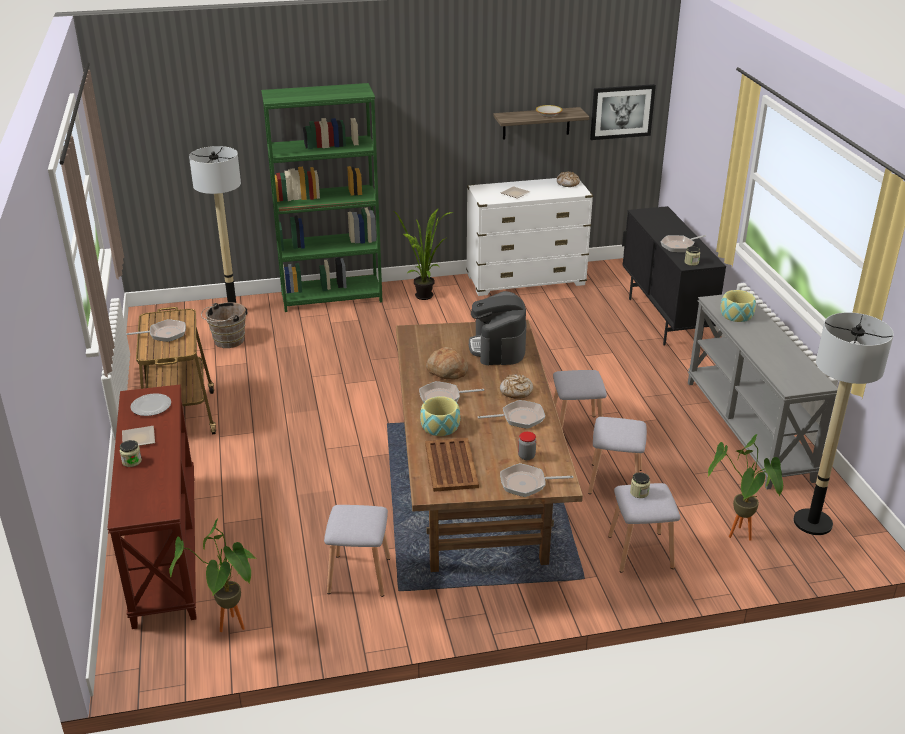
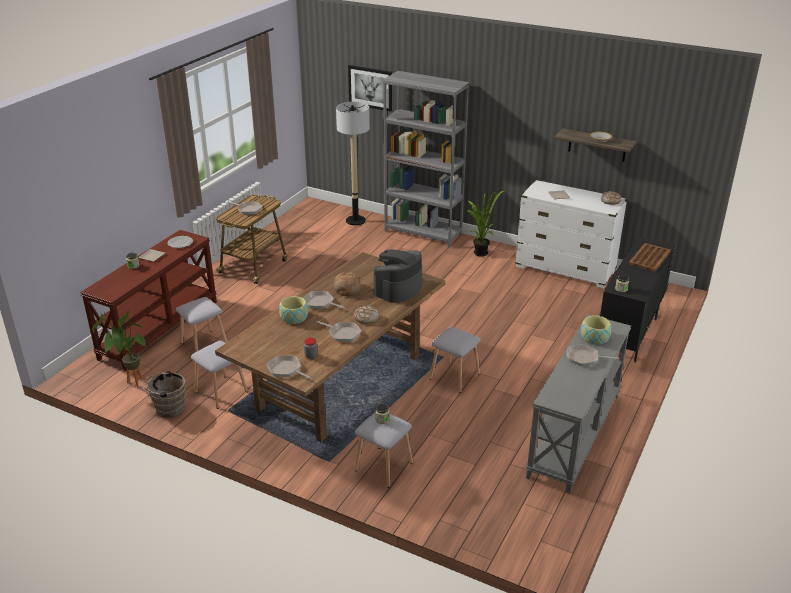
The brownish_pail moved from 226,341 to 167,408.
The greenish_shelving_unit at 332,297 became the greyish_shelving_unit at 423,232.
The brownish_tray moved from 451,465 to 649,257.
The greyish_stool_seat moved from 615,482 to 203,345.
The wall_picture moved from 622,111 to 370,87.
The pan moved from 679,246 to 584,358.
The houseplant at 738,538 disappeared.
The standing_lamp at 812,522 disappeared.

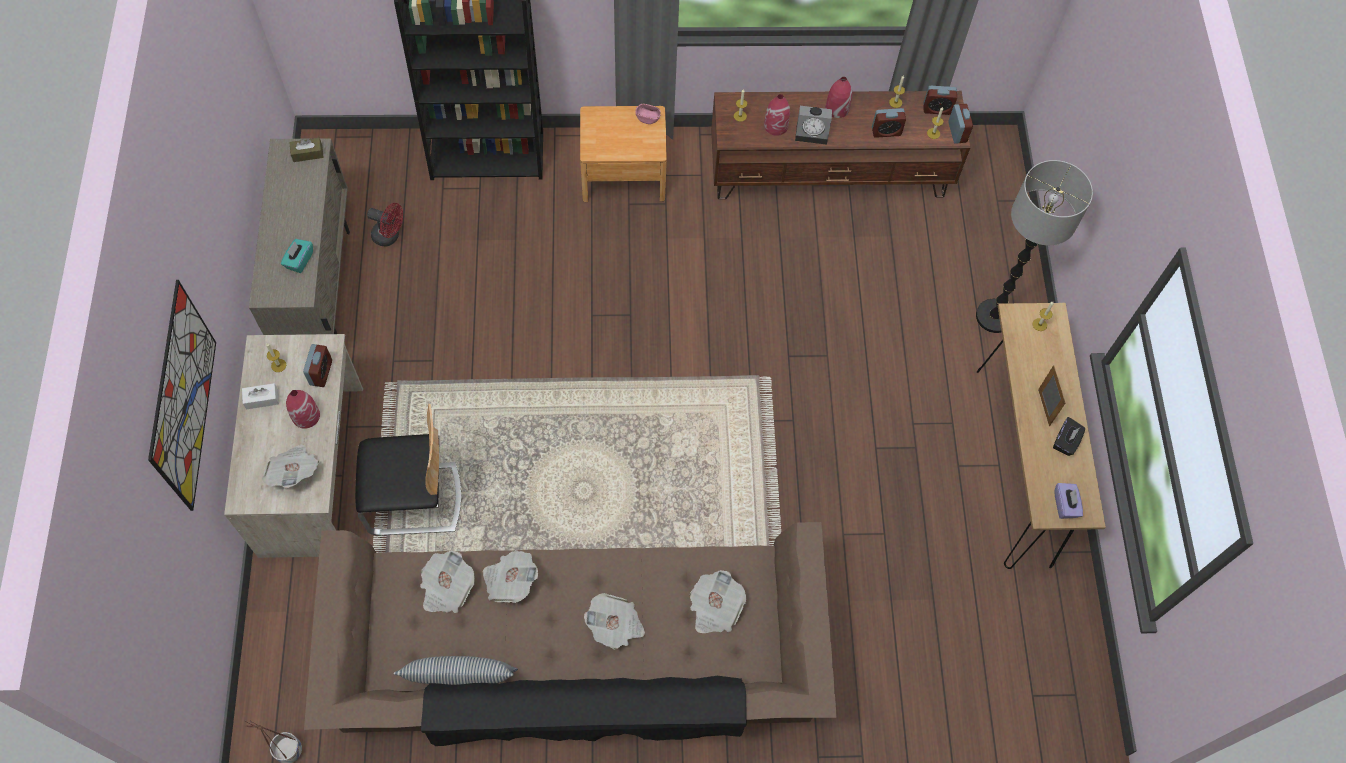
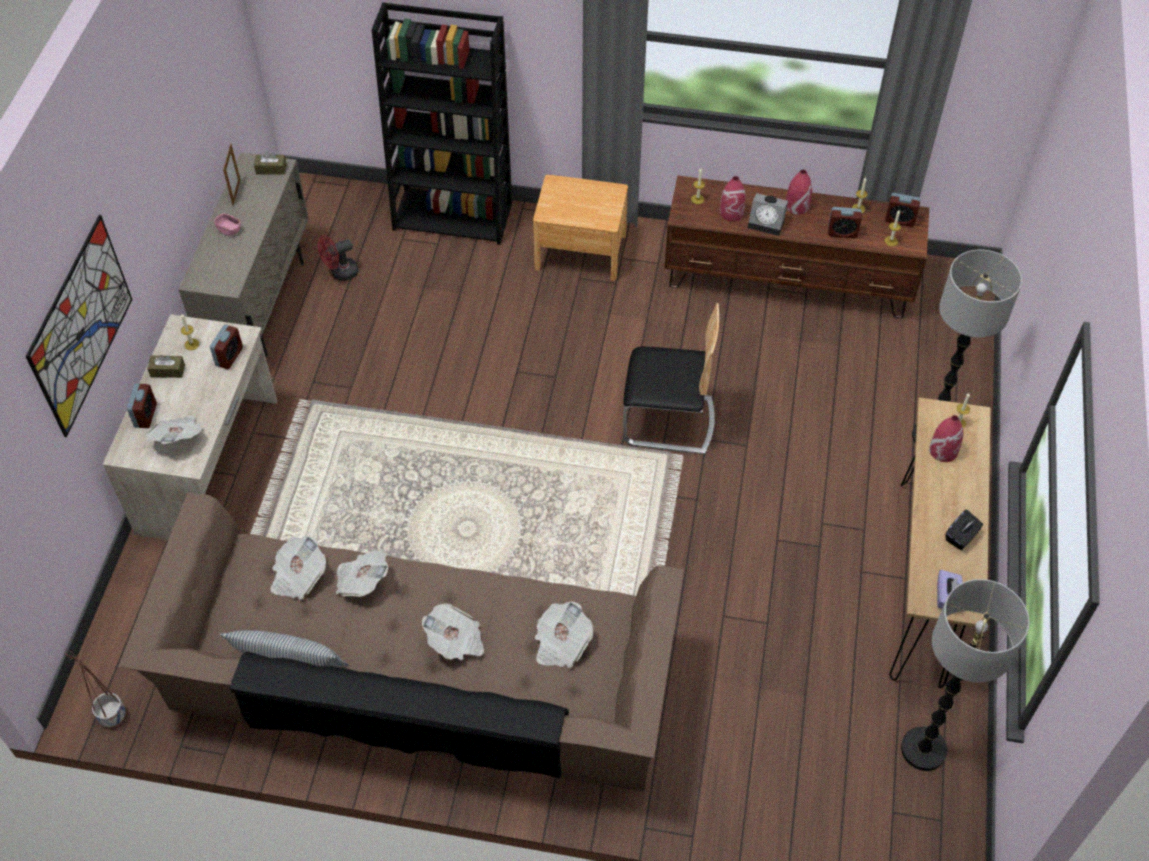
The white_box_of_tissues at 262,399 became the brownish_box_of_tissues at 167,371.
The turquoise_box_of_tissues at 299,261 disappeared.
The red_decorative_vase moved from 306,415 to 943,450.
The chair moved from 414,499 to 668,421.
The red_fan at 390,236 turned 120 degrees clockwise.
The pink-coloured_serving_bowl moved from 648,118 to 229,230.
The bedside_clock moved from 957,132 to 145,415.
The photo_frame moved from 1043,407 to 236,192.
The standing_lamp at 923,749 appeared.

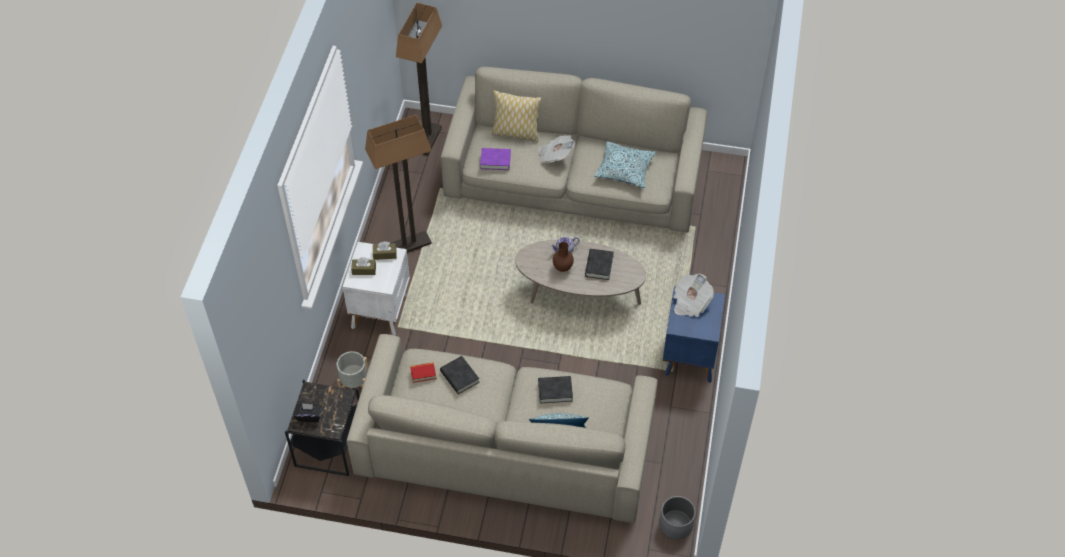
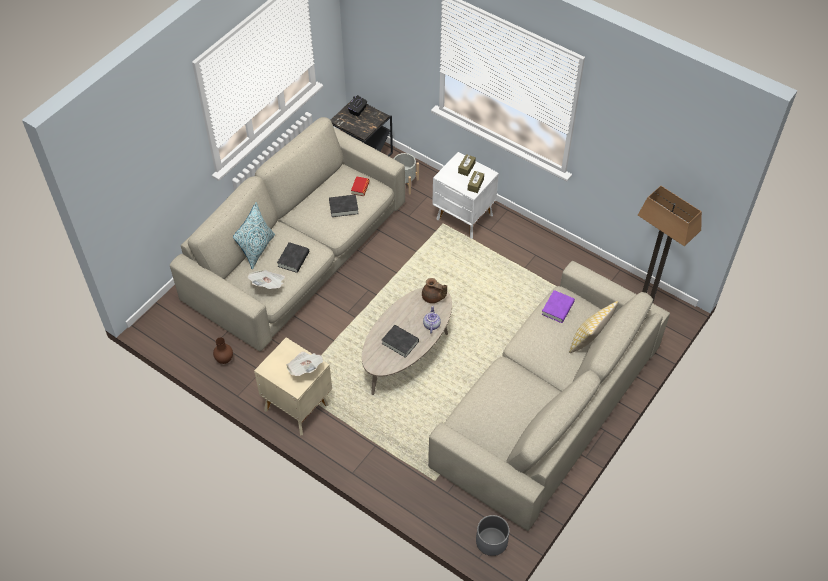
The standing_lamp at 409,245 disappeared.
The daily_paper moved from 555,155 to 268,285.
The brownish_decorative_vase moved from 563,268 to 224,360.
The cushion at 624,169 disappeared.
The greyish_plant_pot moved from 675,524 to 491,541.
The blue-coloured_nightstand at 689,358 became the beige-coloured_nightstand at 296,406.
The brownish_pot_for_tea at 433,297 appeared.

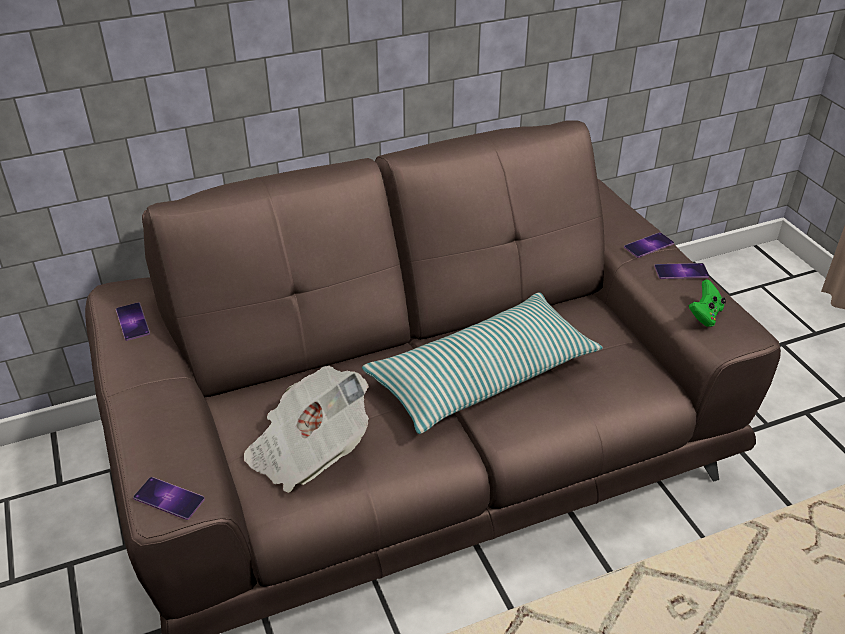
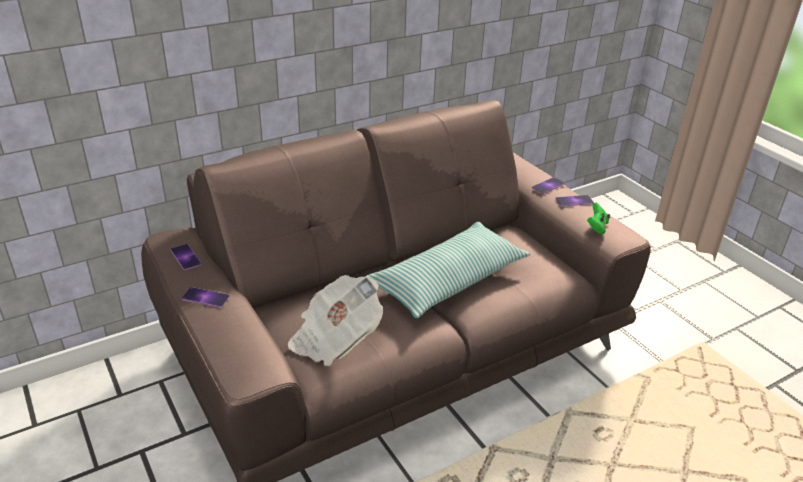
The telephone moved from 169,498 to 205,297.

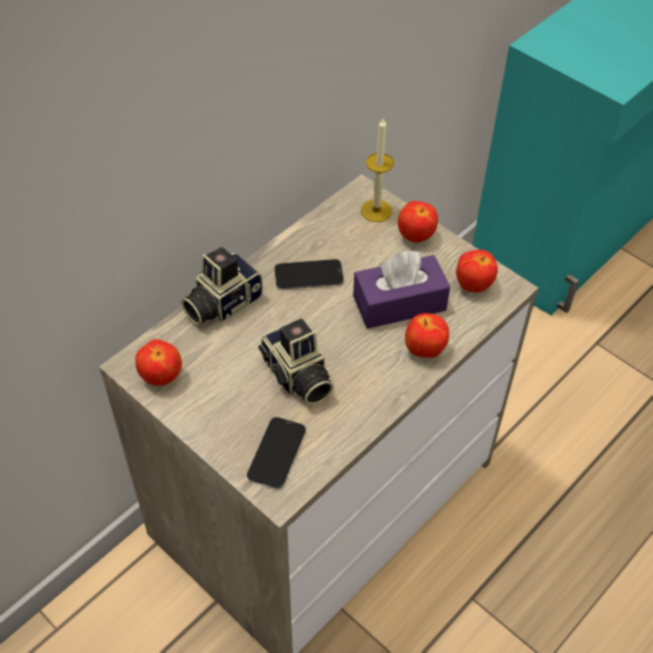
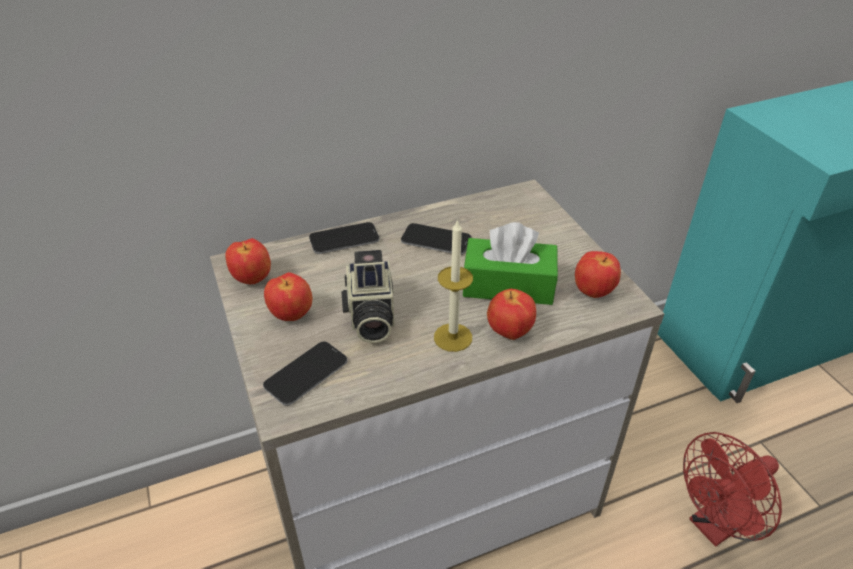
The photo_camera at 221,303 was replaced by the telephone at 344,239.
The purple_box_of_tissues at 399,303 became the greenish_box_of_tissues at 508,285.
The wax_light moved from 376,210 to 453,337.
The whole_apple moved from 416,236 to 292,315.
The red_fan at 715,525 appeared.

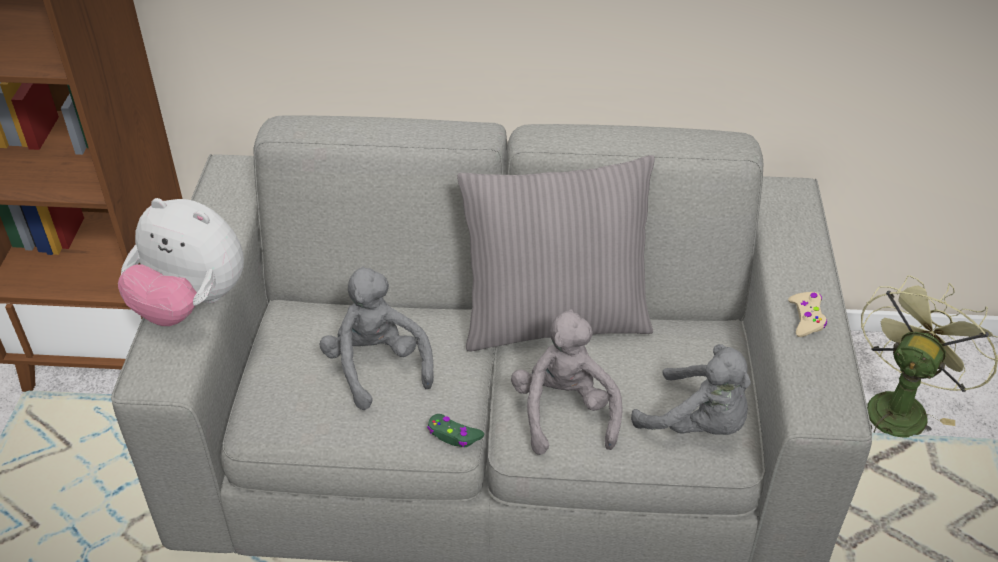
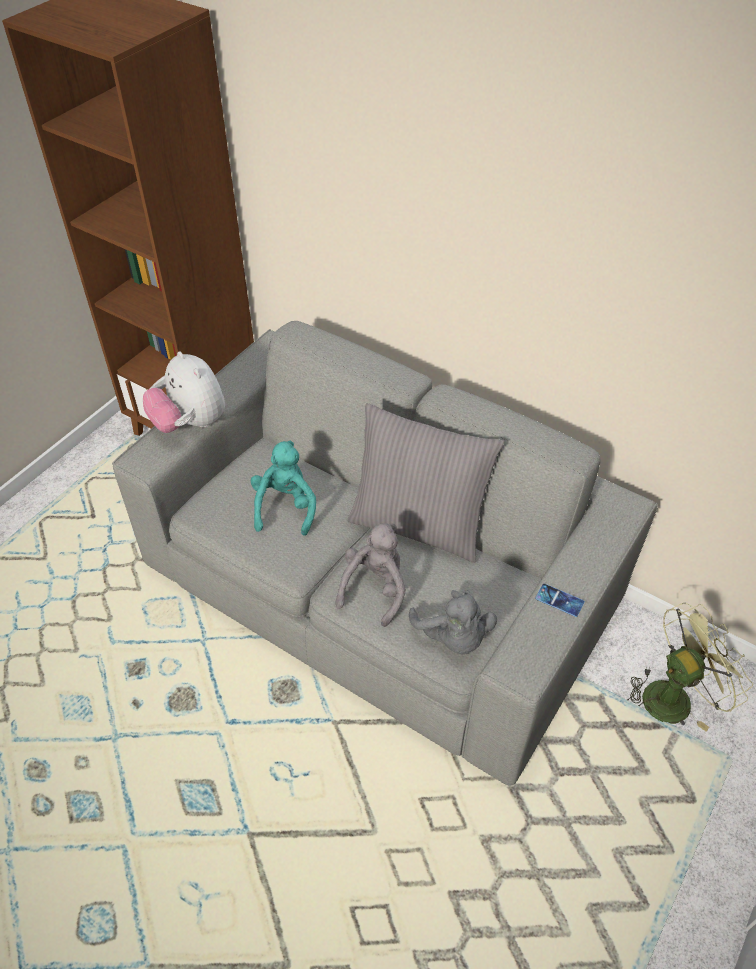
The greyish_cuddly_toy at 377,366 became the turquoise_cuddly_toy at 285,507.
The greenish_game_controller at 454,435 disappeared.
The beige-coloured_game_controller at 806,318 was replaced by the telephone at 559,600.

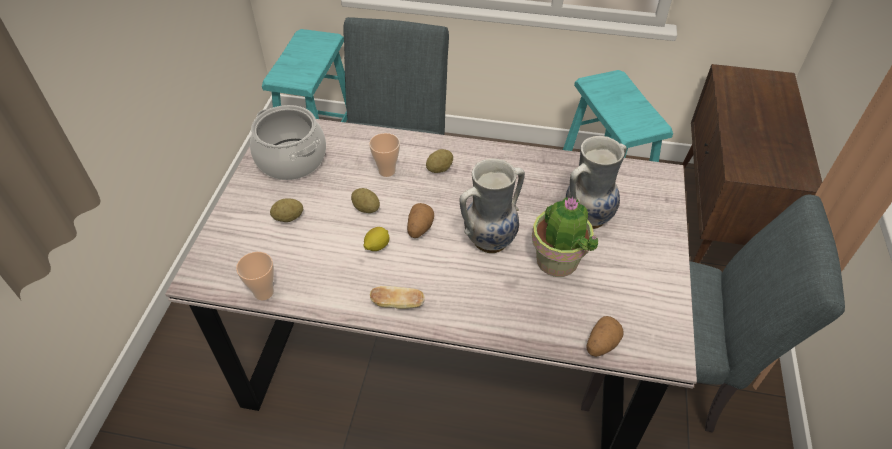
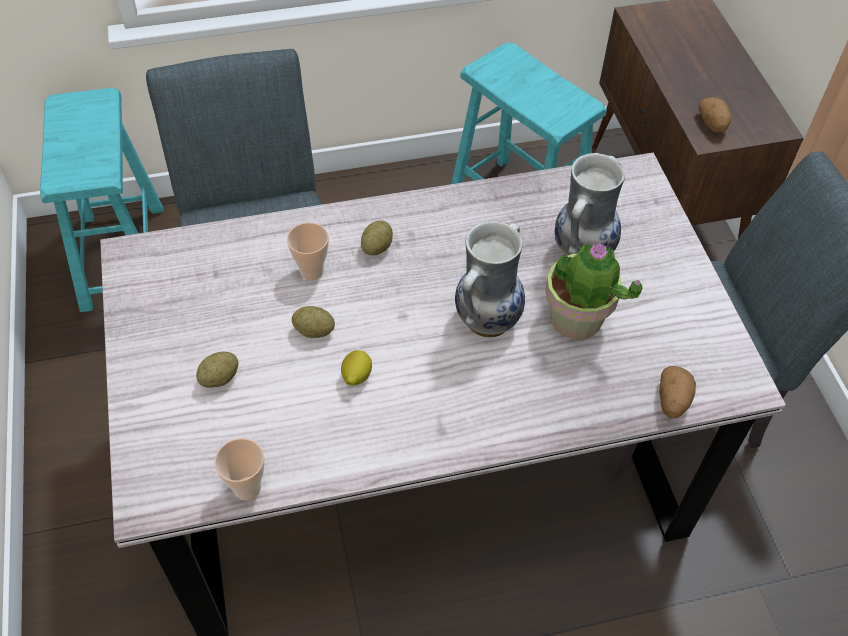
The saucepot at 292,159 disappeared.
The baked_bread at 397,304 disappeared.
The spud moved from 419,228 to 712,124.

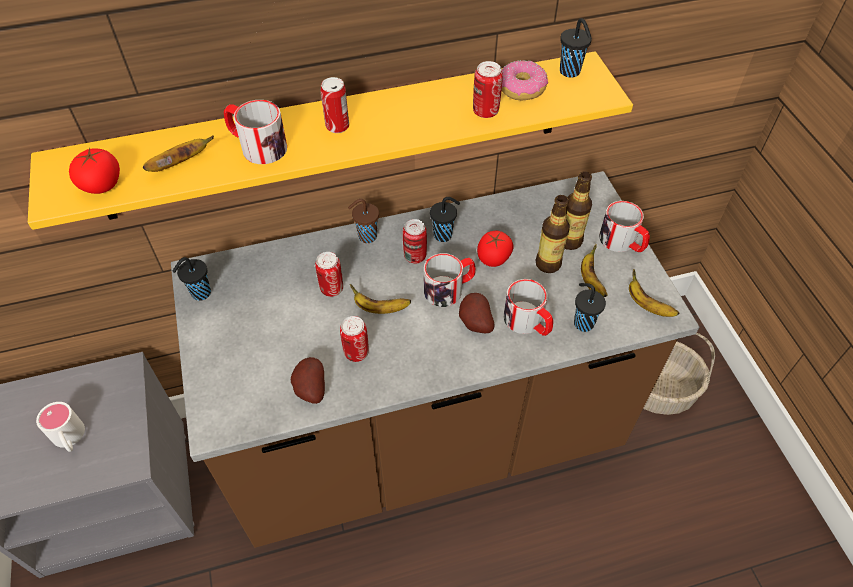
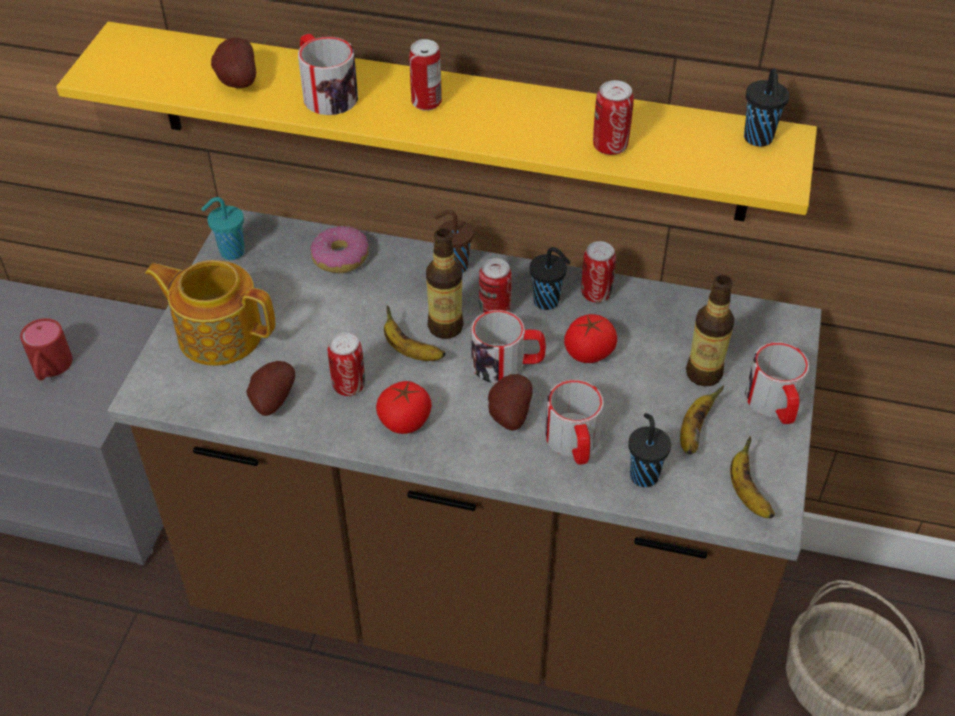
The white_coffee_mug at 70,439 became the red_coffee_mug at 50,369.
The fresh_tomato moved from 102,185 to 405,421.
The whole_banana at 180,163 was replaced by the spud at 236,82.
The black-coloured_cup at 200,294 became the turquoise_cup at 230,252.
The metal_can moved from 331,289 to 596,294.
The donut moved from 521,88 to 340,257.
The drink_bottle moved from 548,264 to 445,327.
The pot_for_tea at 219,333 appeared.

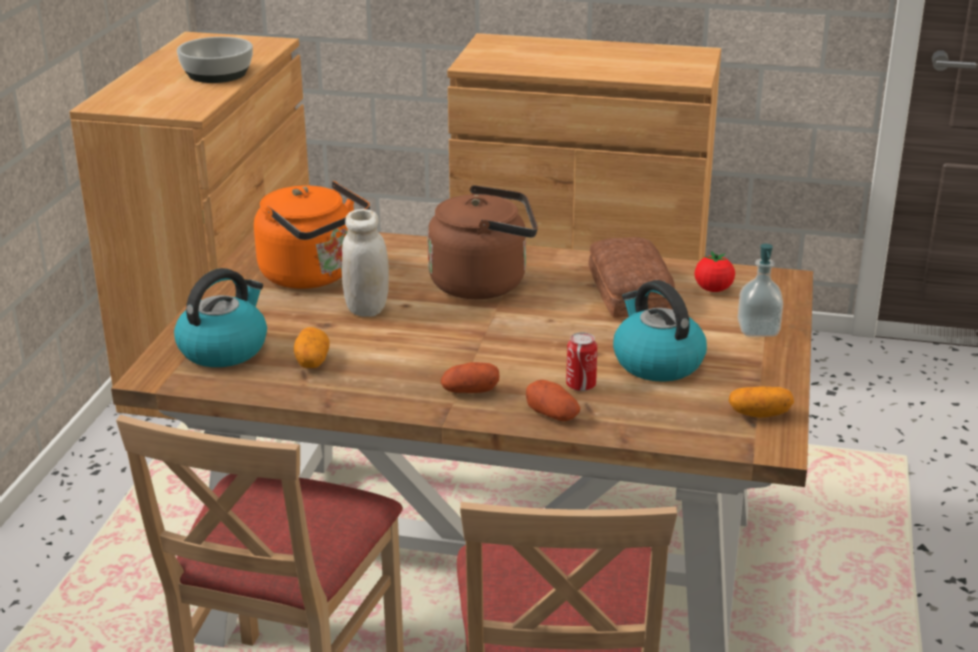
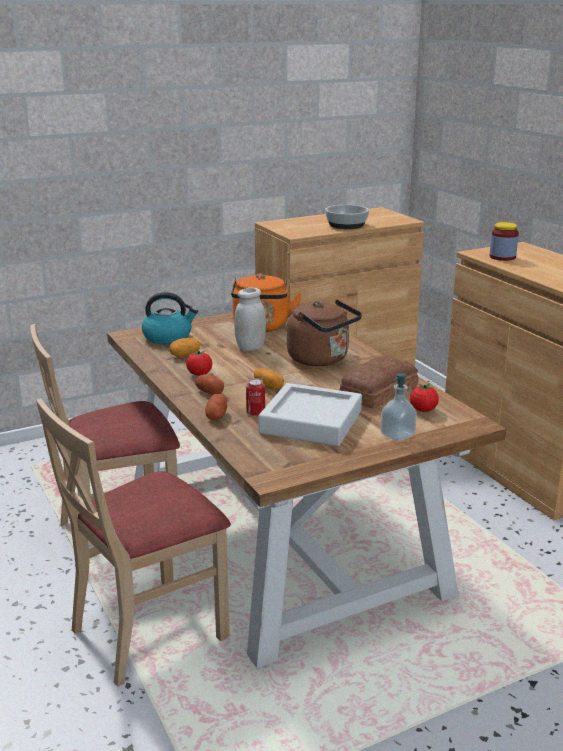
The water_kettle at 656,362 was replaced by the greyish_tray at 311,422.
The spud moved from 759,414 to 269,387.
The fresh_tomato at 199,374 appeared.
The storage_jar at 502,257 appeared.

